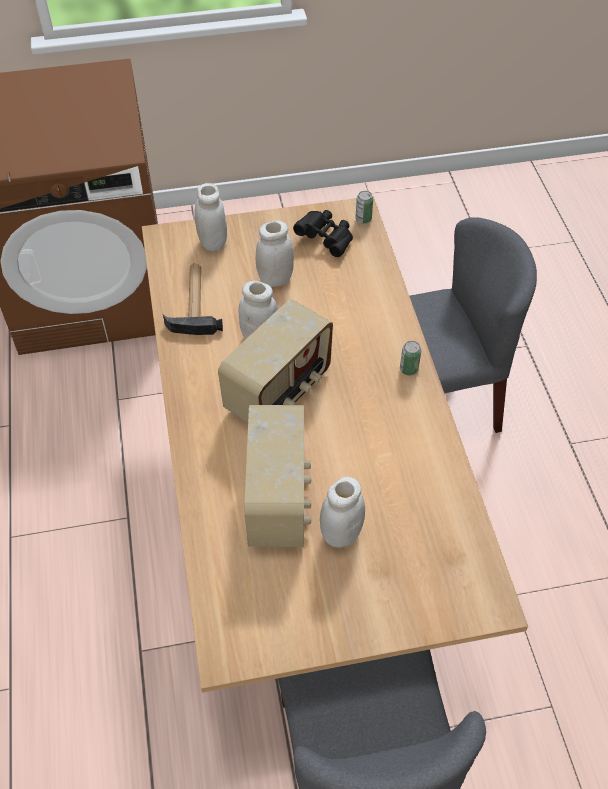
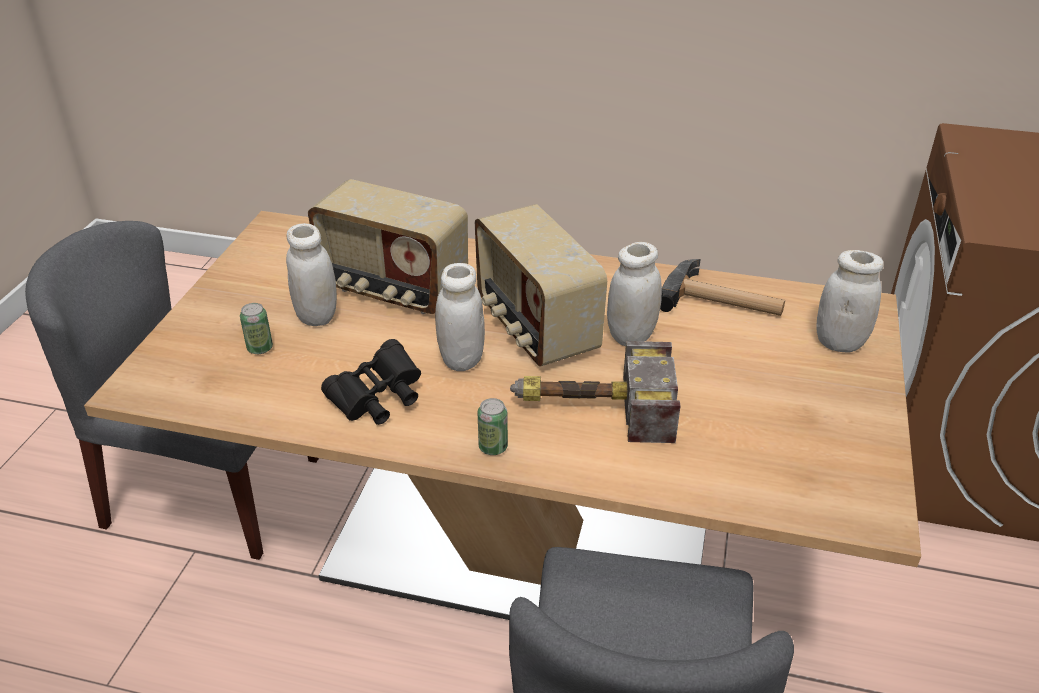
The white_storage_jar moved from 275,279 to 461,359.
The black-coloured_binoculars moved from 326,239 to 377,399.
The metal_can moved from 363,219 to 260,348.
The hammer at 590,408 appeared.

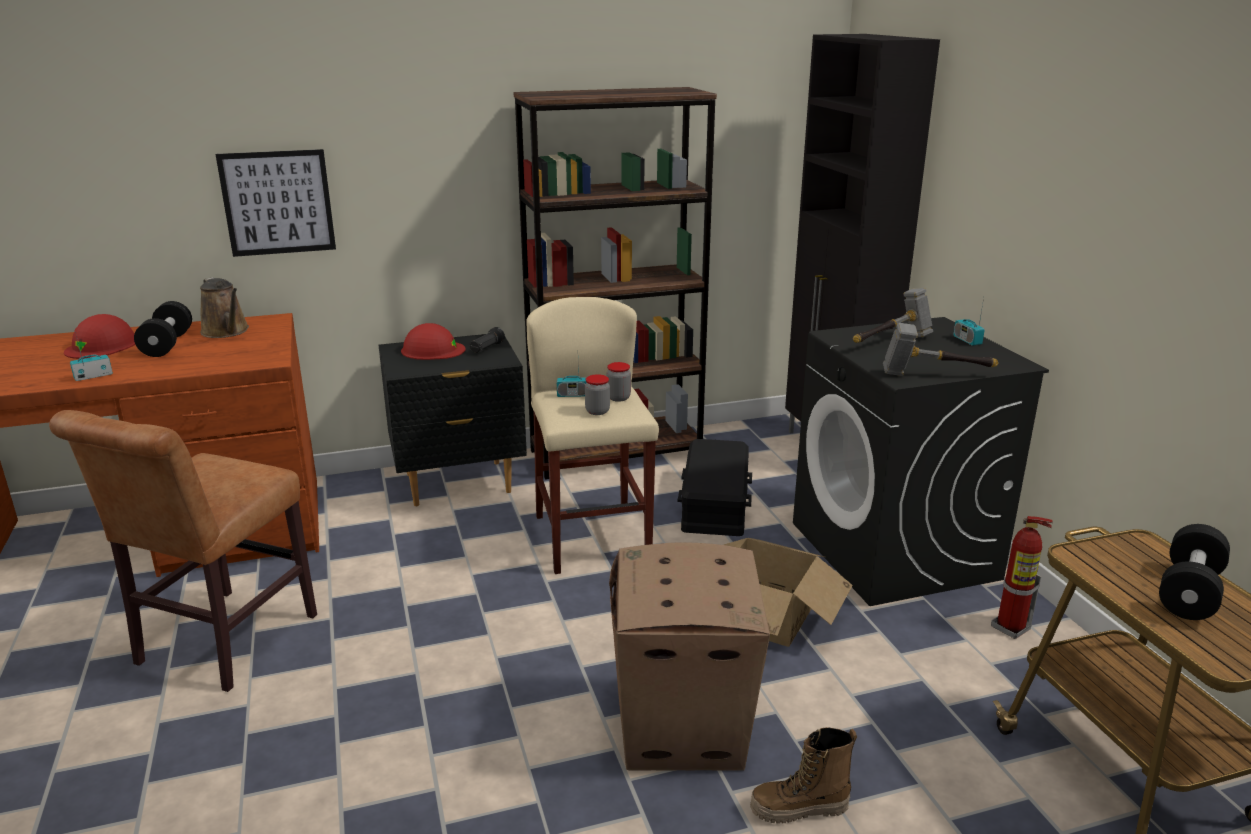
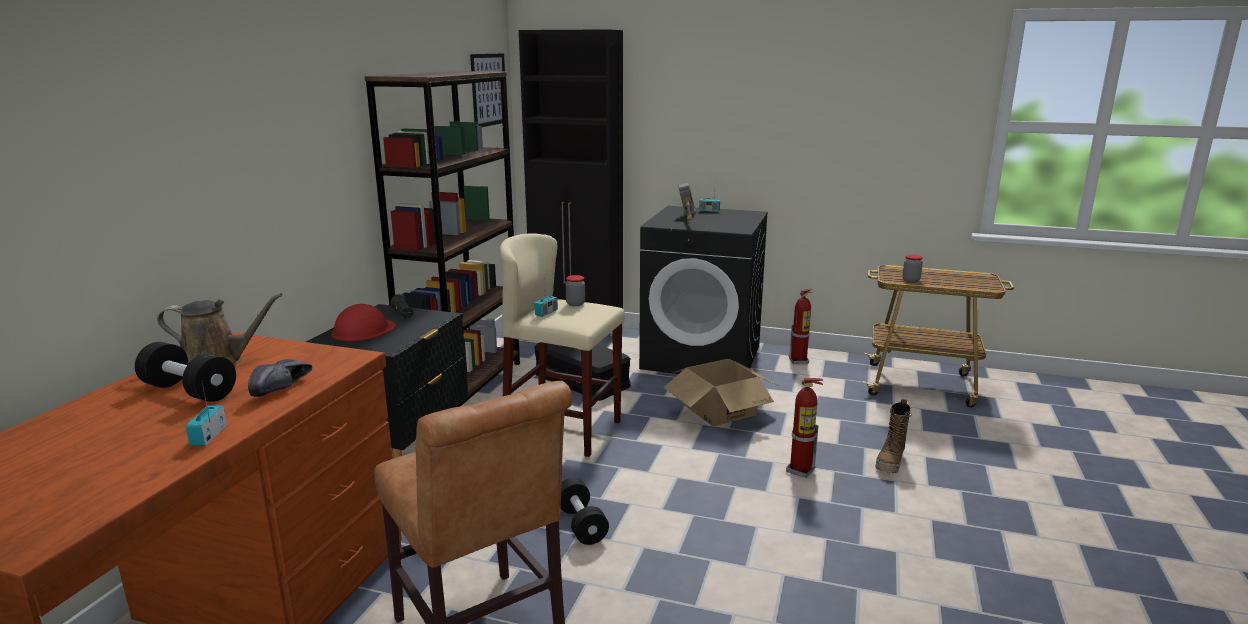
The red_work_helmet at 102,346 disappeared.
The wall_picture moved from 277,203 to 488,89.
The storage_jar moved from 597,411 to 911,280.
The packing_box at 683,730 was replaced by the fire-fighting_cylinder at 801,470.
The hammer at 935,375 disappeared.
The black-coloured_hand_weight moved from 1189,592 to 581,524.
The black-coloured_shoe at 284,389 appeared.

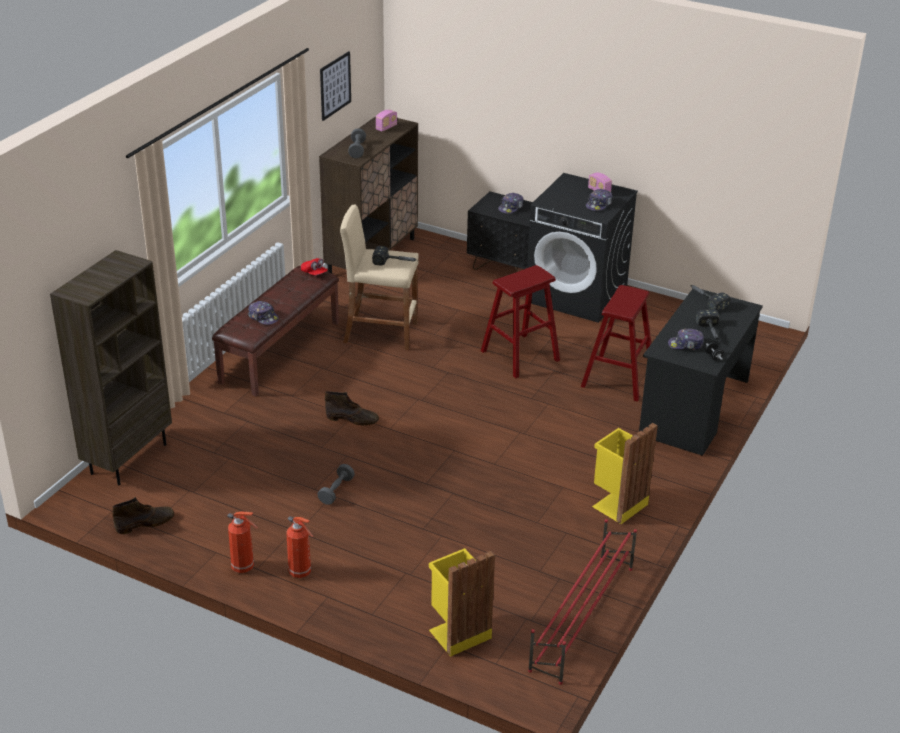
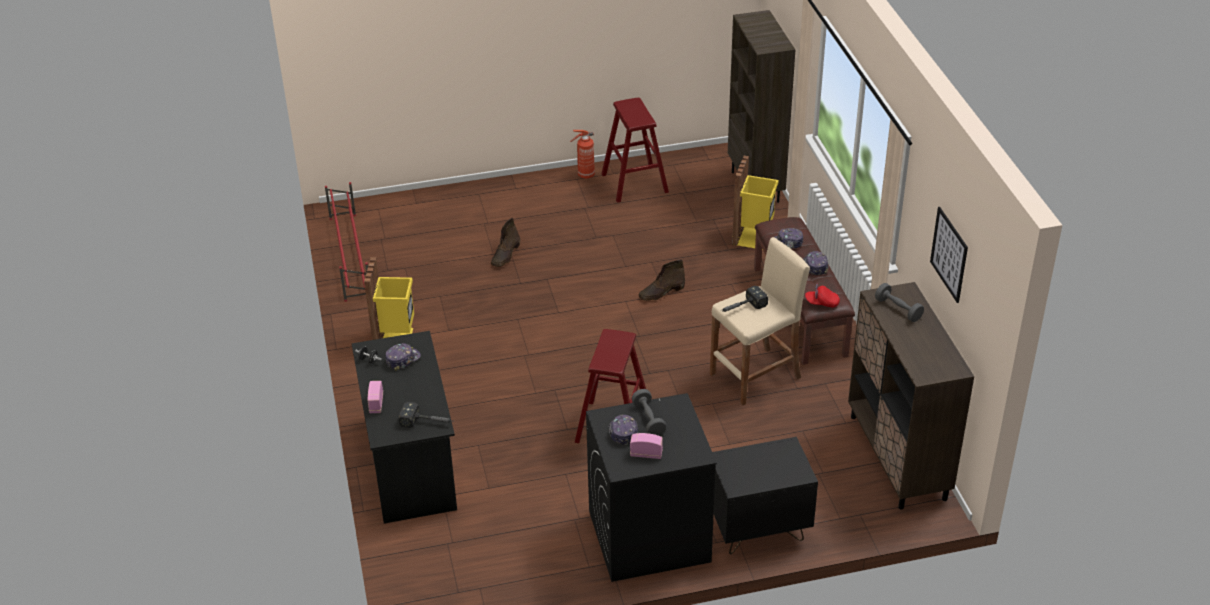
The brownish_boot moved from 145,523 to 505,255.
The fire-fighting_cylinder at 301,572 disappeared.
The greyish_hand_weight moved from 336,491 to 648,419.
The radio moved from 386,127 to 376,404.
The yellowish_trash_can moved from 458,632 to 753,236.
The baseball_cap moved from 511,207 to 815,266.
The red_stool_seat moved from 618,379 to 634,183.
The hammer at 711,332 disappeared.

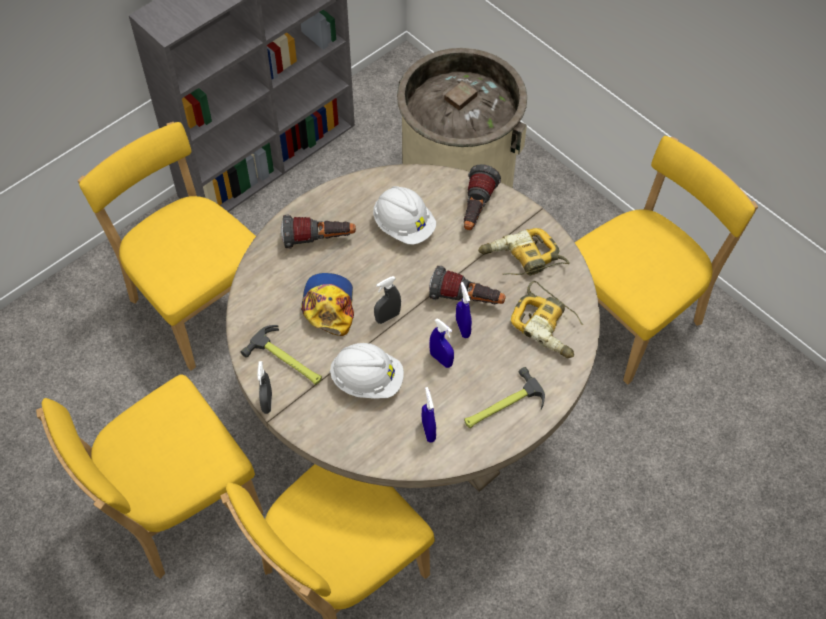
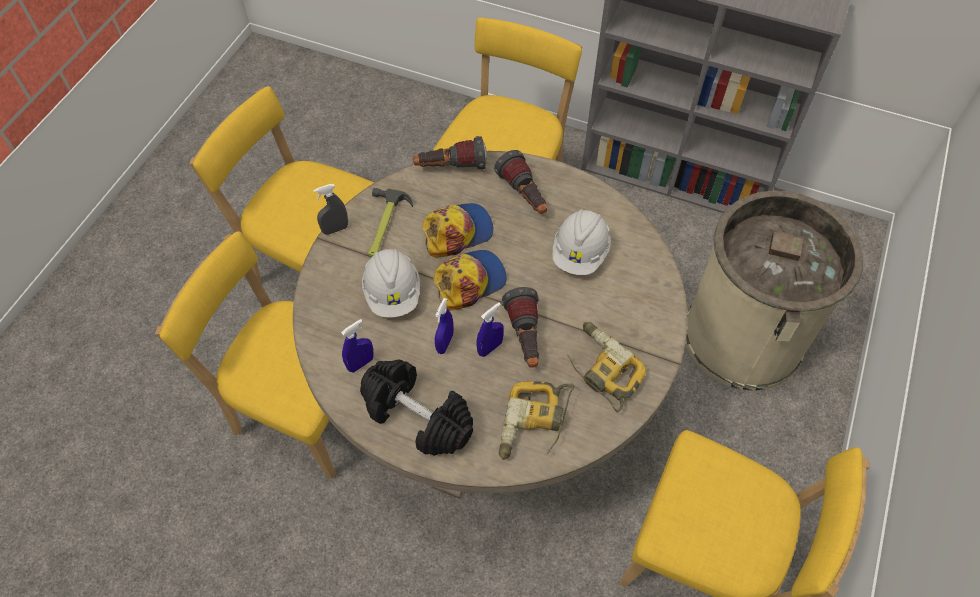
The greyish_sprayer at 387,317 was replaced by the baseball_cap at 469,281.
The torch moved from 476,210 to 450,167.
The hammer at 502,406 was replaced by the black-coloured_hand_weight at 417,417.

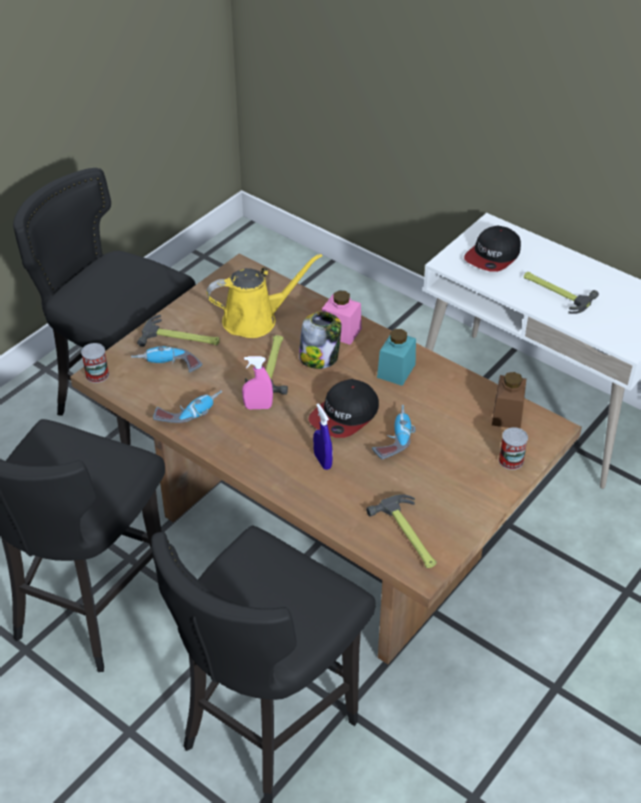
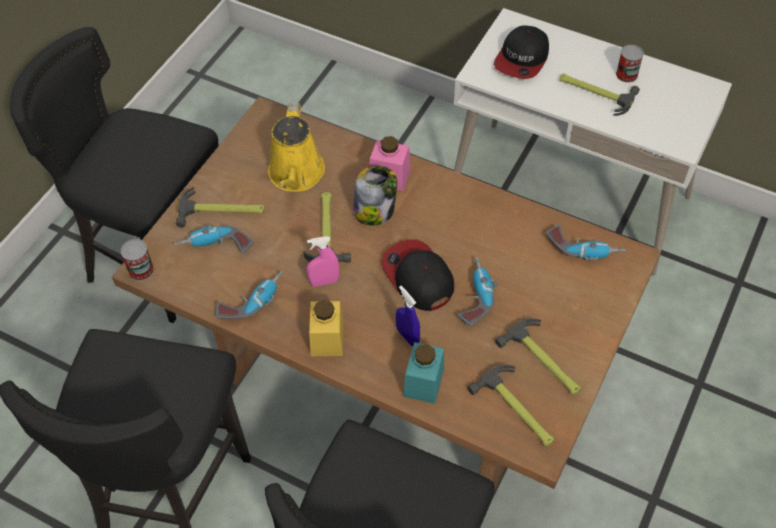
The yellowish_watering_pot at 255,319 turned 120 degrees clockwise.
The baseball_cap at 345,415 turned 120 degrees clockwise.
The turquoise_storage_jar moved from 396,371 to 423,382.
The brownish_storage_jar at 507,414 was replaced by the electric_drill at 584,248.
The metal_can moved from 511,460 to 626,74.
The yellowish_storage_jar at 327,339 appeared.
The hammer at 544,361 appeared.

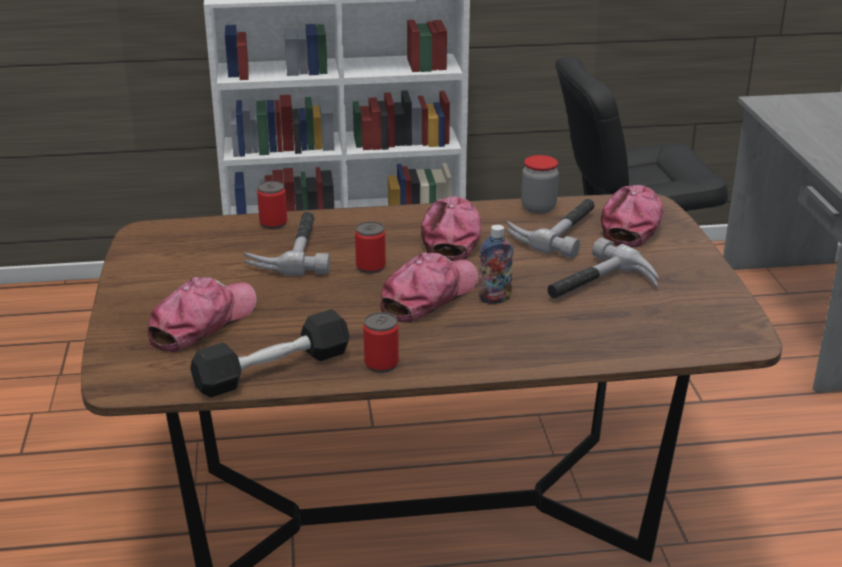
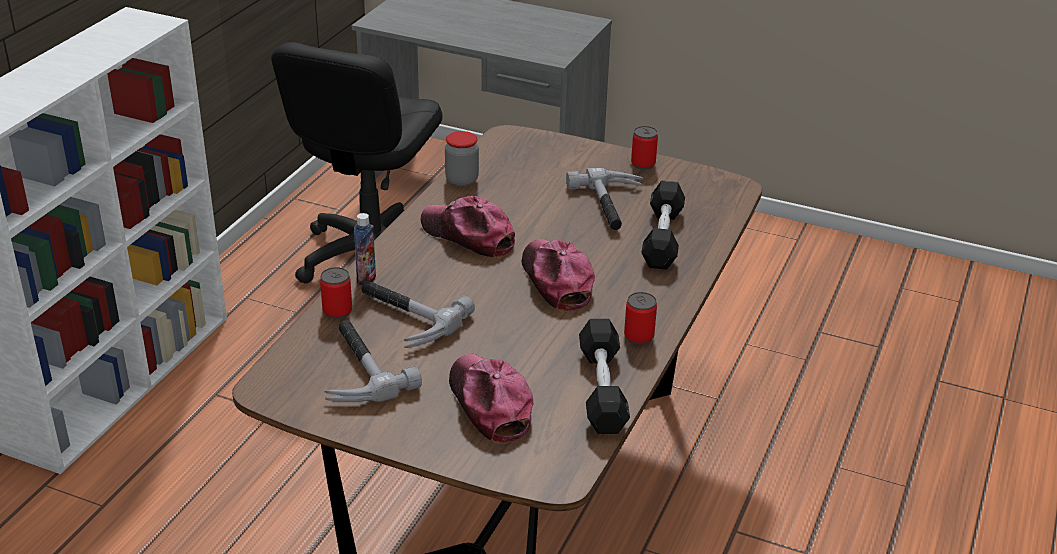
The metal_can moved from 370,267 to 643,164.
The drink_bottle moved from 494,299 to 366,278.
The hammer moved from 556,231 to 357,370.
The baseball_cap at 632,225 disappeared.
The black-coloured_hand_weight at 662,237 appeared.

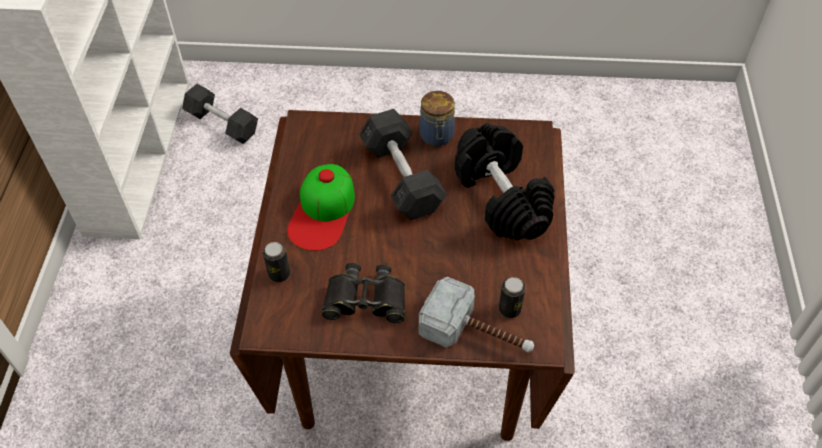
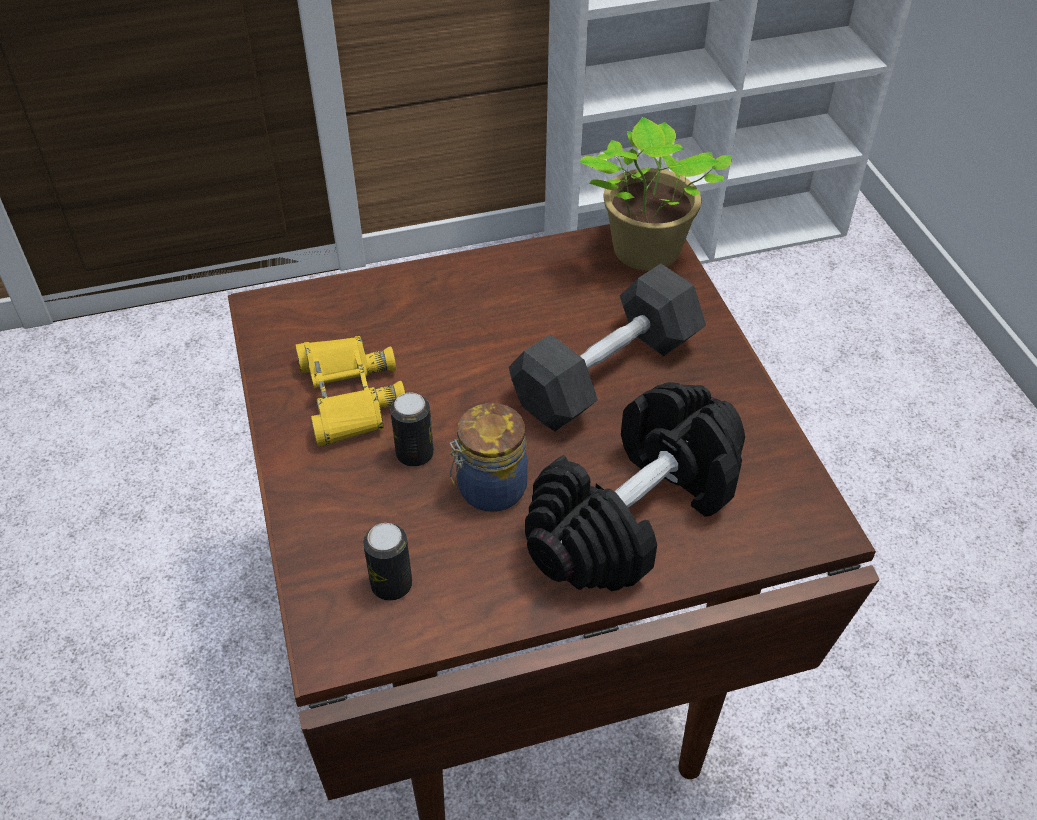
The greyish_hand_weight at 222,123 disappeared.
The metal_can moved from 279,274 to 415,454.
The baseball_cap at 323,212 disappeared.
The black-coloured_binoculars at 365,300 became the yellowish_binoculars at 348,396.
The storage_jar moved from 437,136 to 489,489.
The hammer at 477,334 disappeared.
The houseplant at 643,253 appeared.

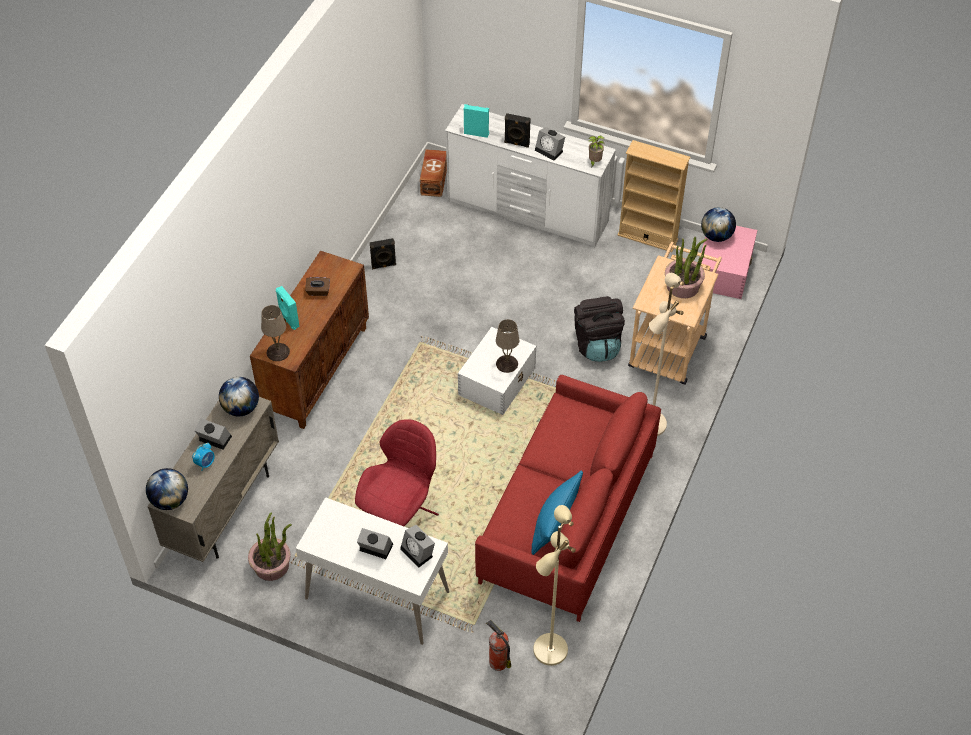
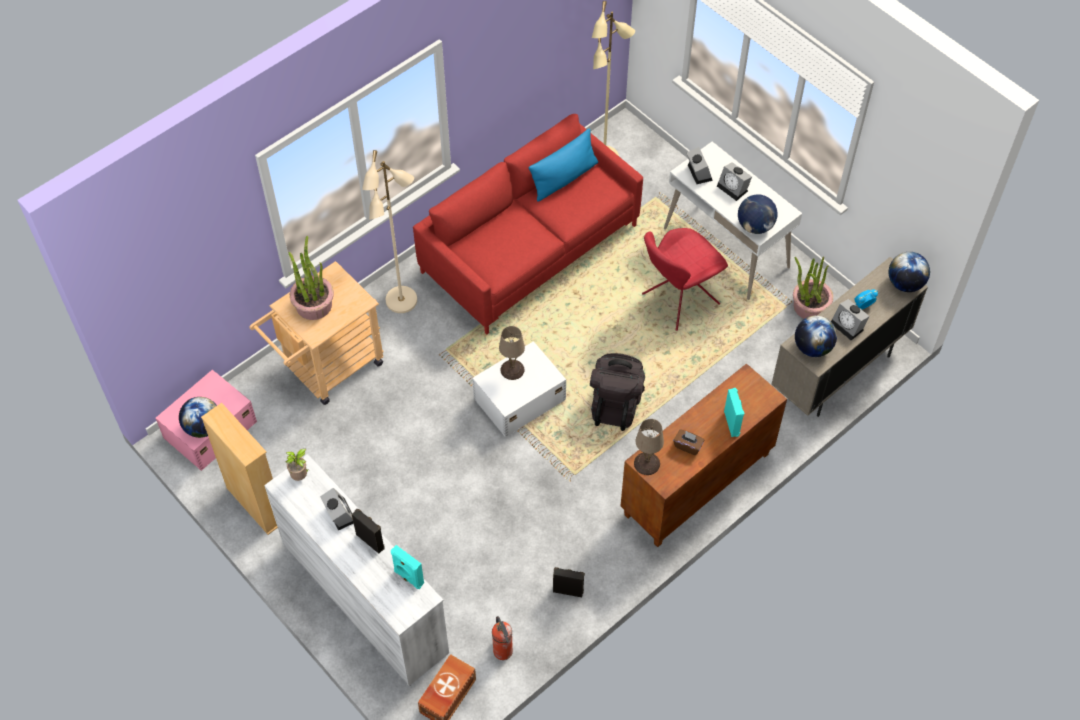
The beige-coloured_lamp_for_a_table moved from 278,352 to 647,463.
The fire-fighting_cylinder moved from 497,661 to 503,652.
The black-coloured_backpack moved from 597,344 to 615,404.
The desk_globe at 755,226 appeared.

